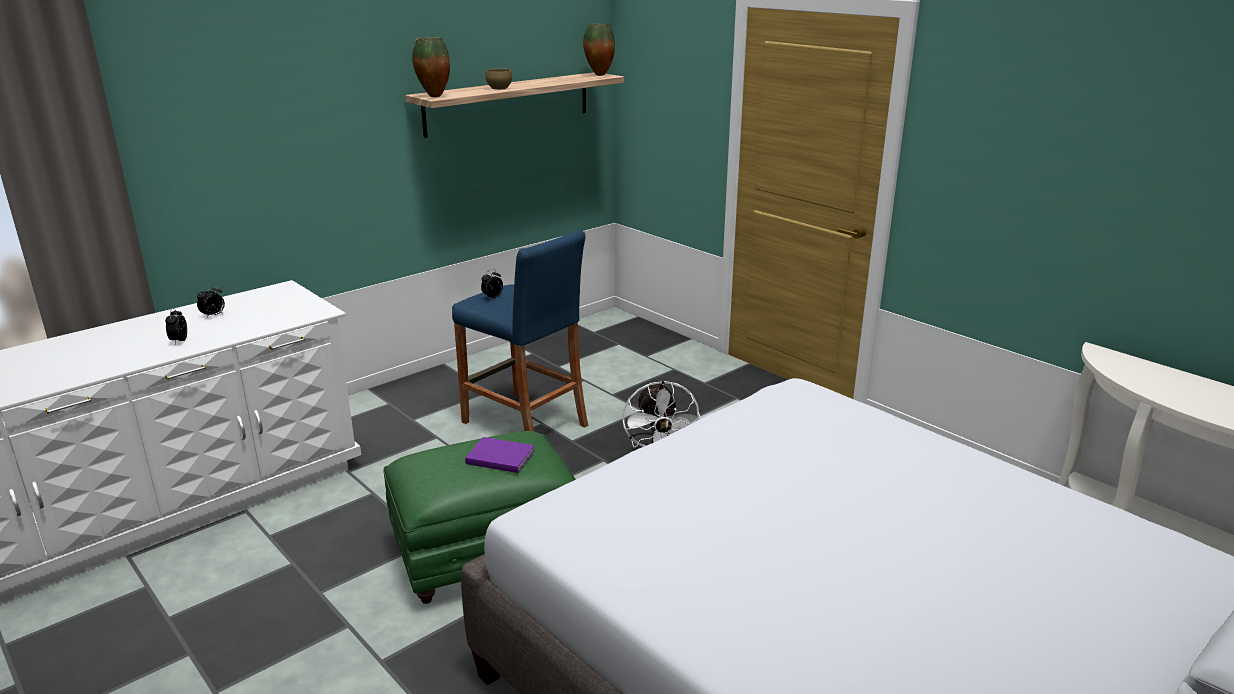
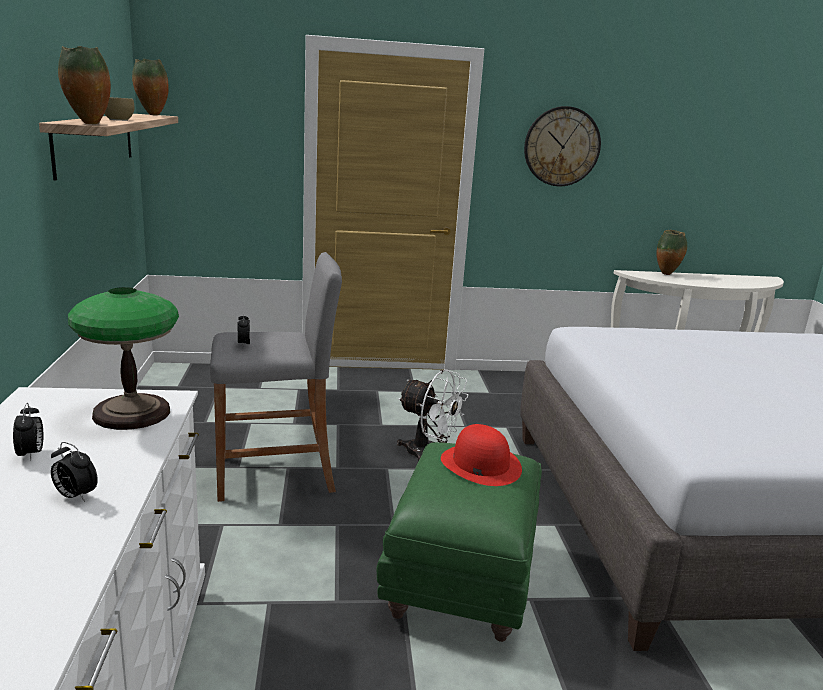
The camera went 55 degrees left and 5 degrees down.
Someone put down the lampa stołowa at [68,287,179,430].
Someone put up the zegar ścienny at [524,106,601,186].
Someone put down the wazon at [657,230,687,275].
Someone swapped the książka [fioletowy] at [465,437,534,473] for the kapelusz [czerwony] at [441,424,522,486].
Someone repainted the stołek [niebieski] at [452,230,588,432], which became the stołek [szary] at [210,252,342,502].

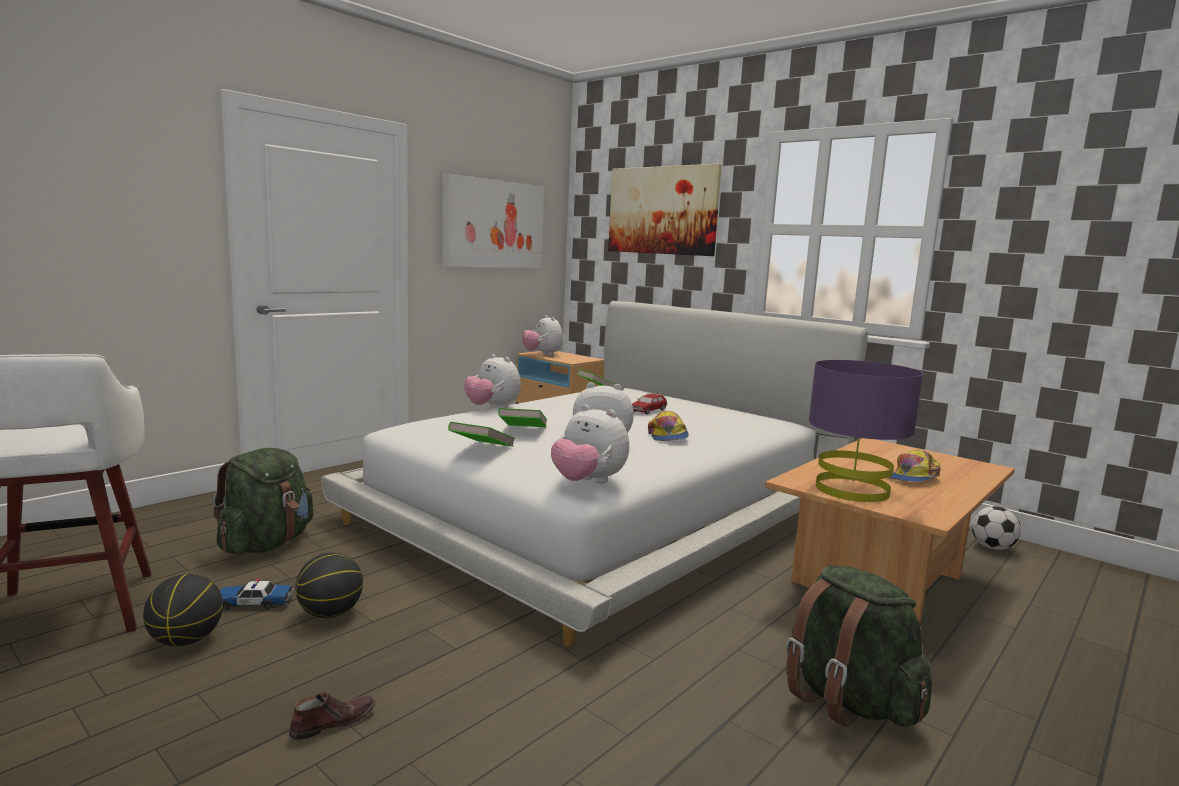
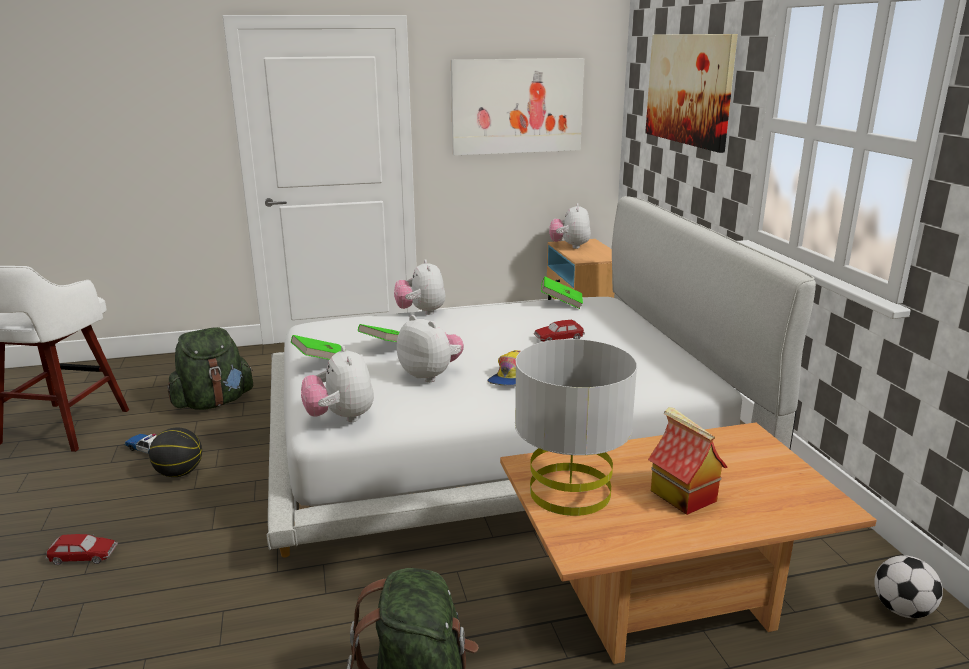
The camera went 35 degrees right and 10 degrees up.
Someone took away the piłka do koszykówki at [143,574,223,646].
Someone swapped the but [brązowy] at [289,692,376,740] for the samochodzik at [46,534,118,565].
Someone swapped the czapka z daszkiem at [889,450,941,482] for the domek at [648,407,728,515].
Someone repainted the lampa stołowa [fioletowy] at [809,360,923,502], which became the lampa stołowa [szary] at [515,339,637,516].

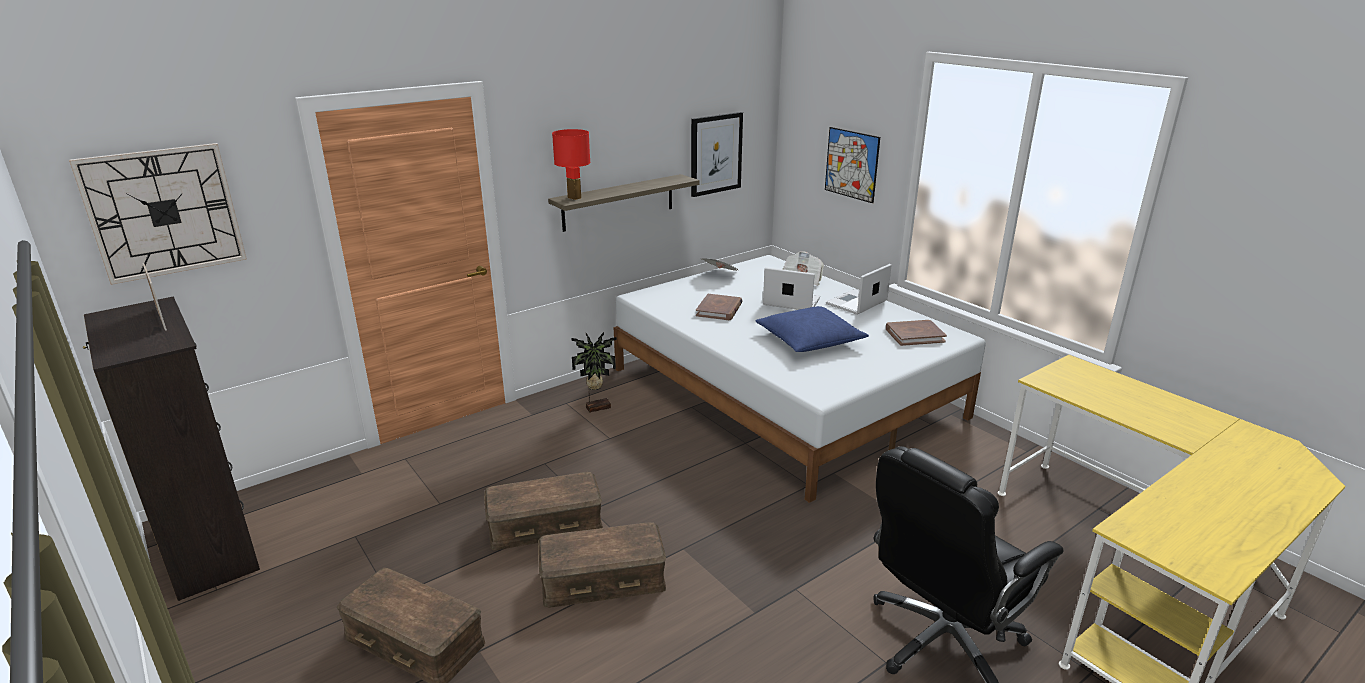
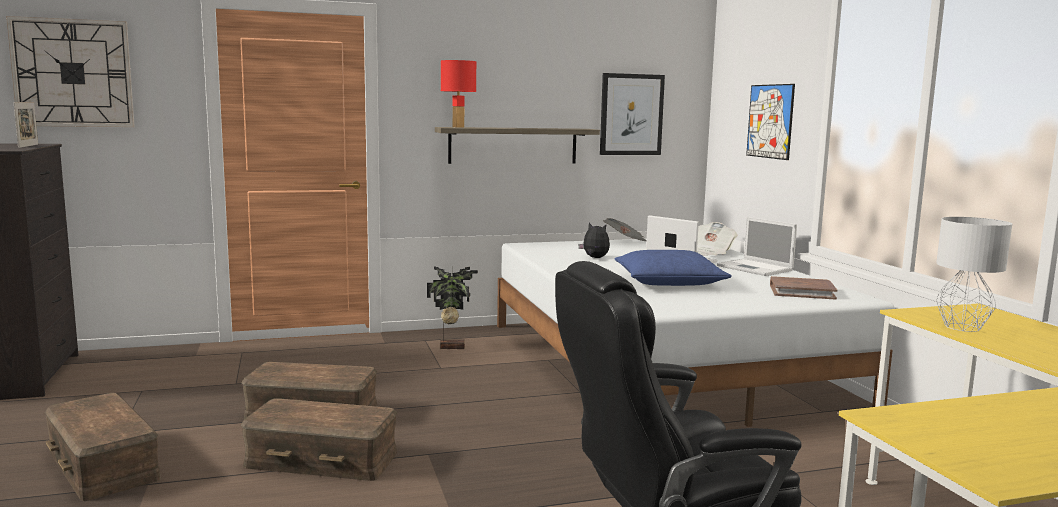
The camera went 20 degrees right and 15 degrees down.
Someone put down the lampa stołowa [szary] at [936,217,1012,332].
Someone swapped the książka [brązowy] at [696,294,743,320] for the pluszak at [578,222,610,258].
Someone rotated the laptop at [826,264,892,315] by 105 degrees counterclockwise.

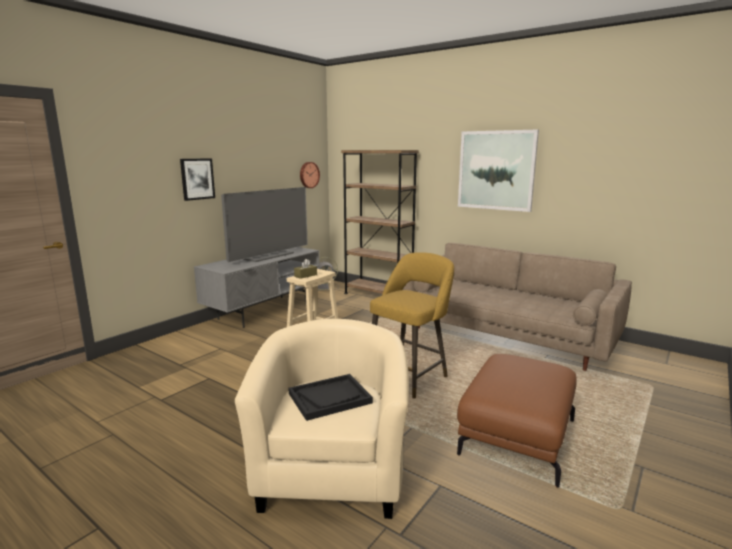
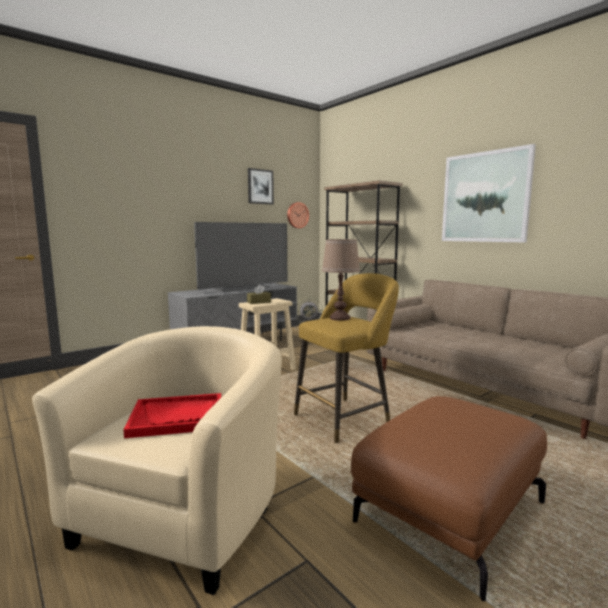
The camera went 15 degrees right and 5 degrees down.
Someone put down the lampa stołowa [brązowy] at [322,239,360,321].
Someone carried the obraz from [180,158,215,201] to [248,168,274,204].
Someone repainted the taca [czarny] at [288,374,373,421], which became the taca [czerwony] at [123,393,221,438].

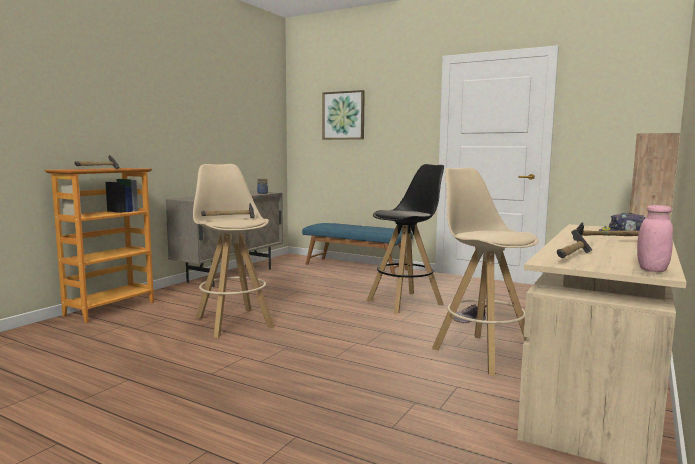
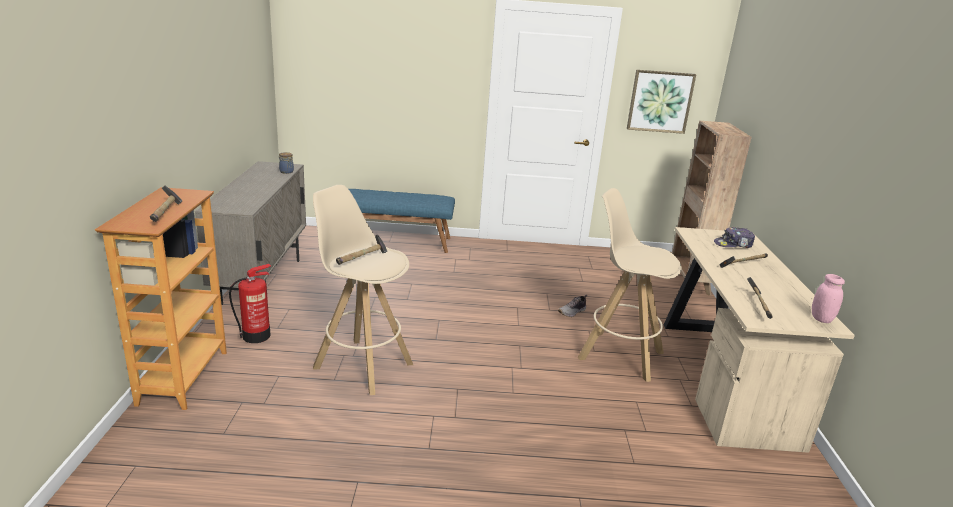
The camera went 30 degrees left and 15 degrees up.
Someone took away the stołek [czarny] at [367,164,444,314].
Someone put down the gaśnica at [229,264,271,343].
Someone carried the obraz from [322,90,365,140] to [627,70,696,134].

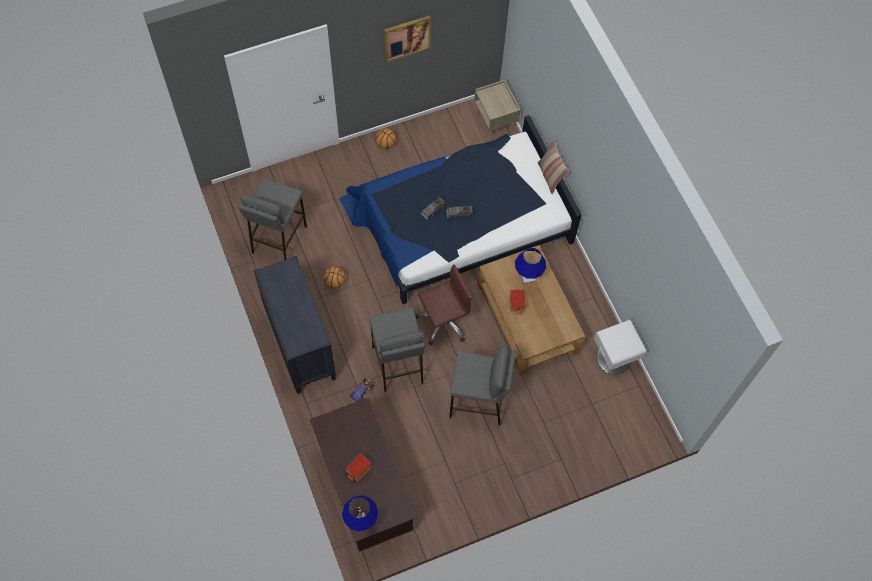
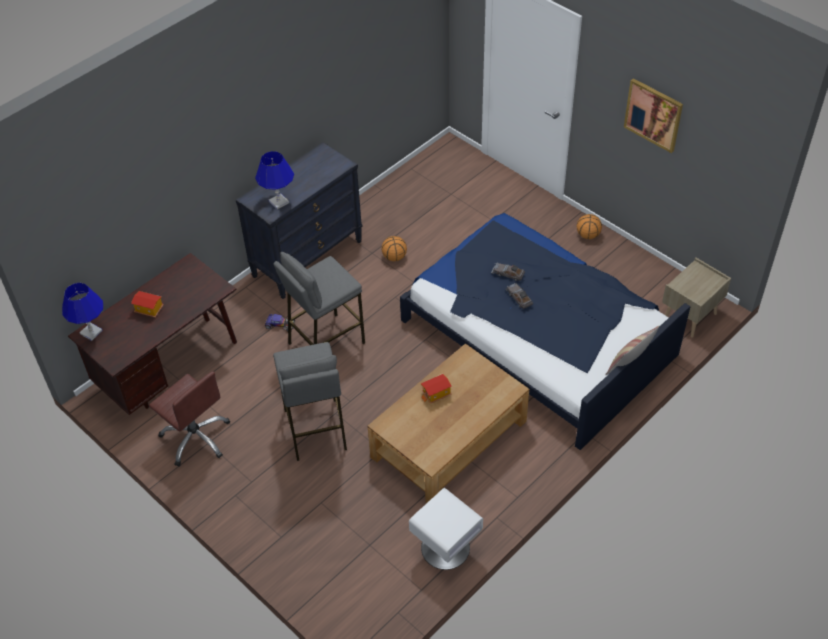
The camera went 70 degrees right and 15 degrees down.
Someone took away the stołek [szary] at [238,178,307,260].
Someone carried the krzesło biurowe [brązowy] from [415,264,472,345] to [149,371,230,467].
Someone carried the lampa stołowa [niebieski] from [515,248,546,284] to [255,151,294,209].

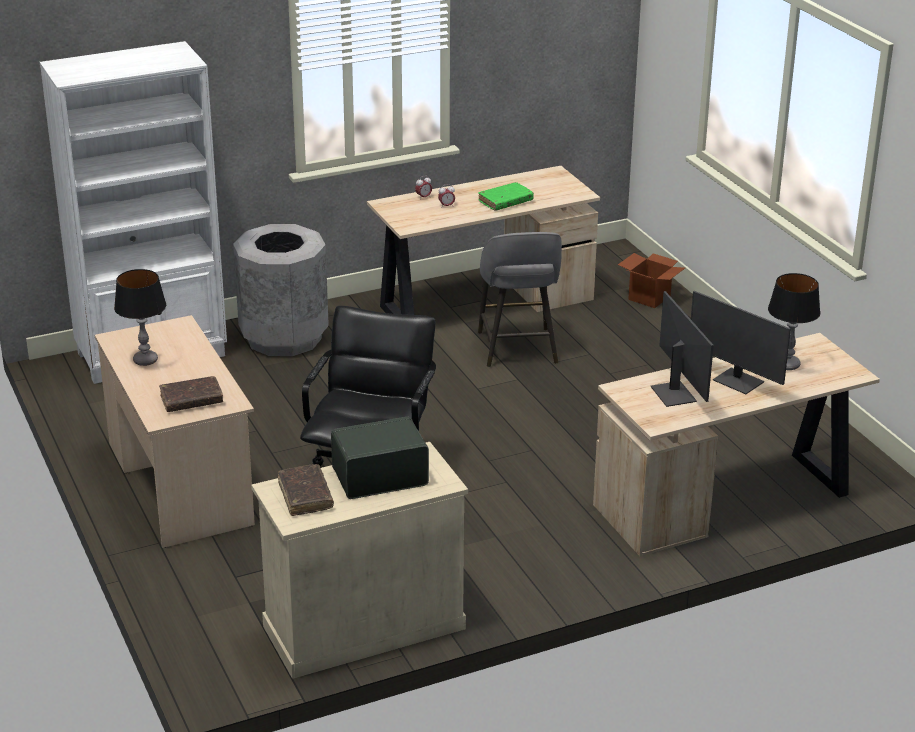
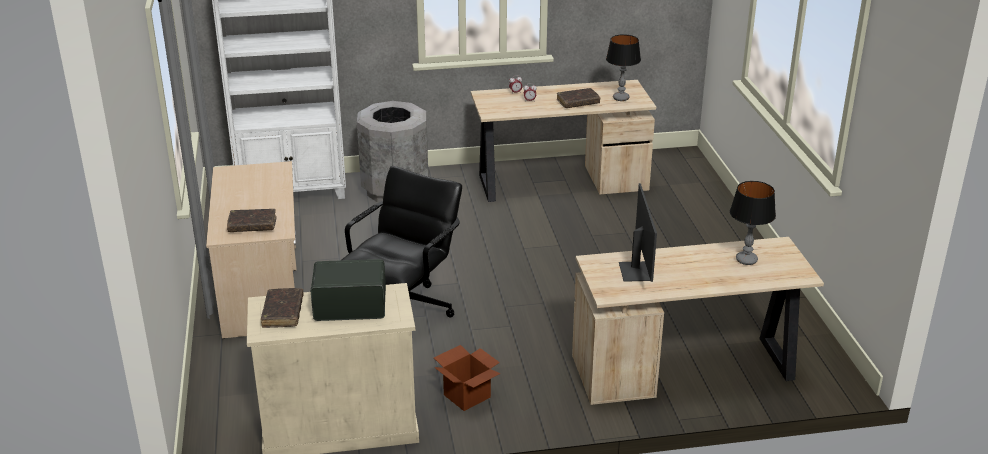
The camera went 15 degrees right and 0 degrees up.
Someone took away the stołek [szary] at [478,232,562,367].
Someone took away the monitor at [691,291,791,394].
Someone carried the lampa stołowa from [114,269,166,366] to [606,34,641,101].
Someone carried the karton from [618,253,685,308] to [434,345,501,411].
Someone repainted the książka [zielony] at [478,182,534,211], which became the książka [brązowy] at [557,88,600,108].

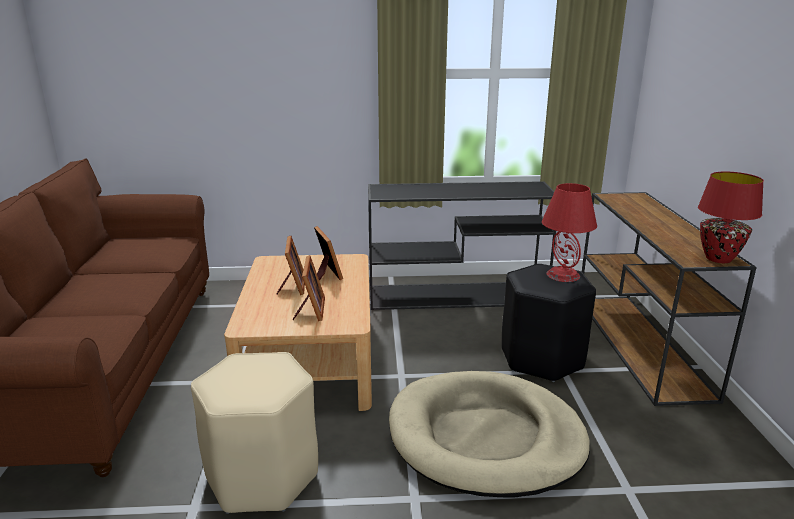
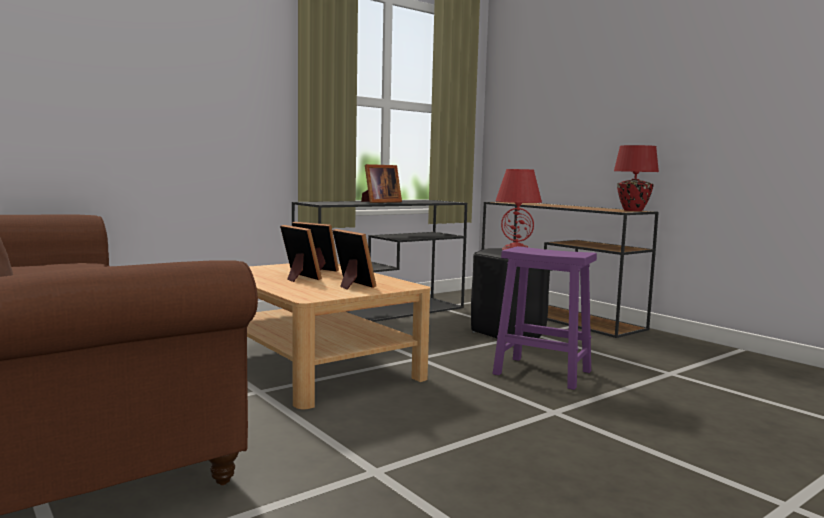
The camera went 35 degrees left and 15 degrees down.
Someone took away the stołek [beżowy] at [191,352,318,514].
Someone put down the ramka na zdjęcie at [361,164,402,203].
Someone swapped the legowisko [beżowy] at [389,371,590,498] for the stołek [fioletowy] at [492,246,597,390].

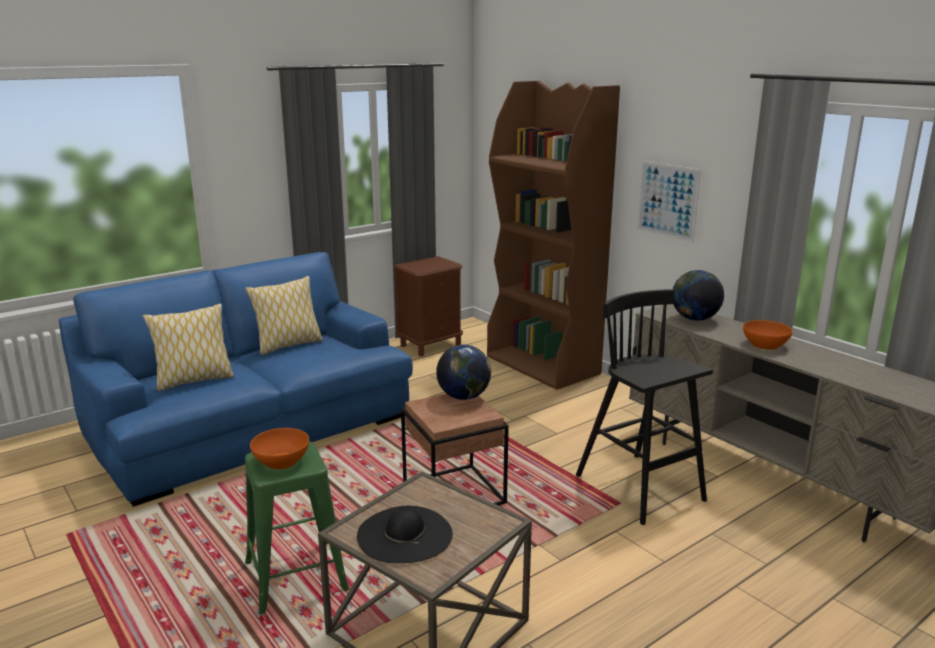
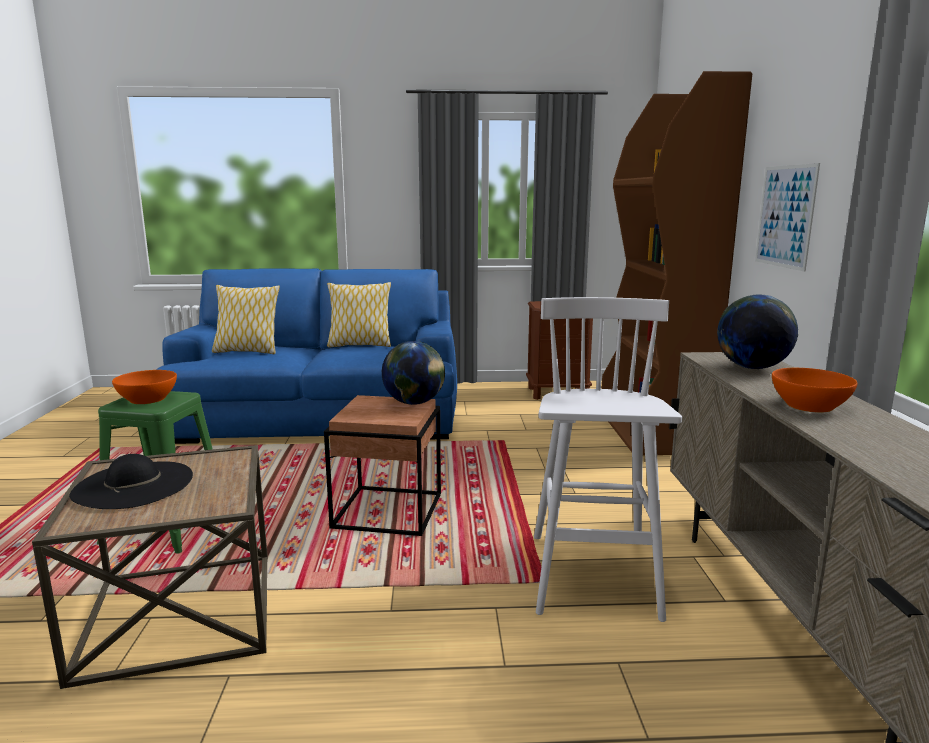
The camera went 35 degrees right and 5 degrees down.
Someone repainted the stołek [czarny] at [576,289,713,525], which became the stołek [biały] at [534,297,682,622].

